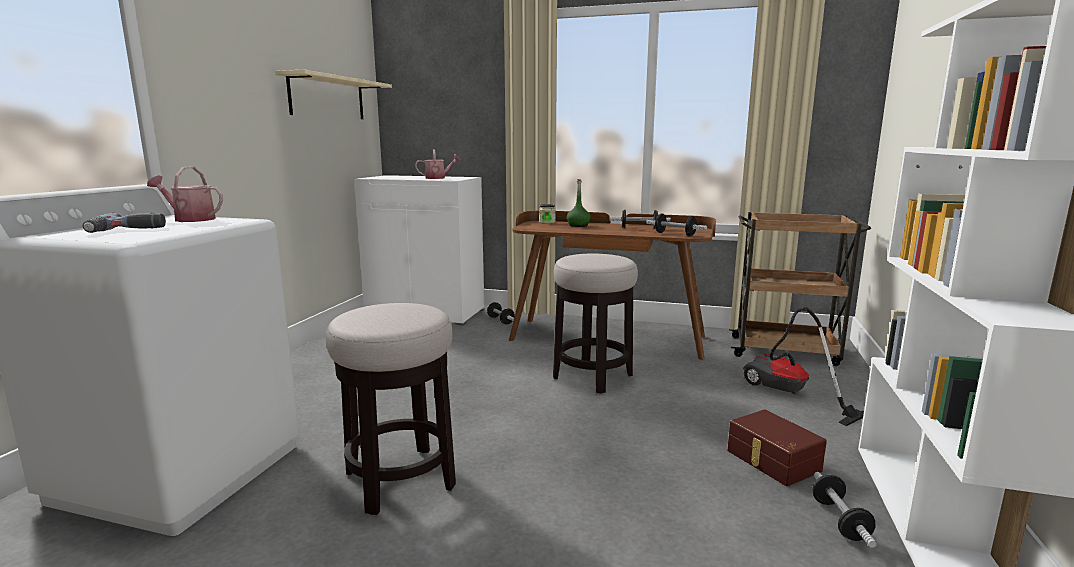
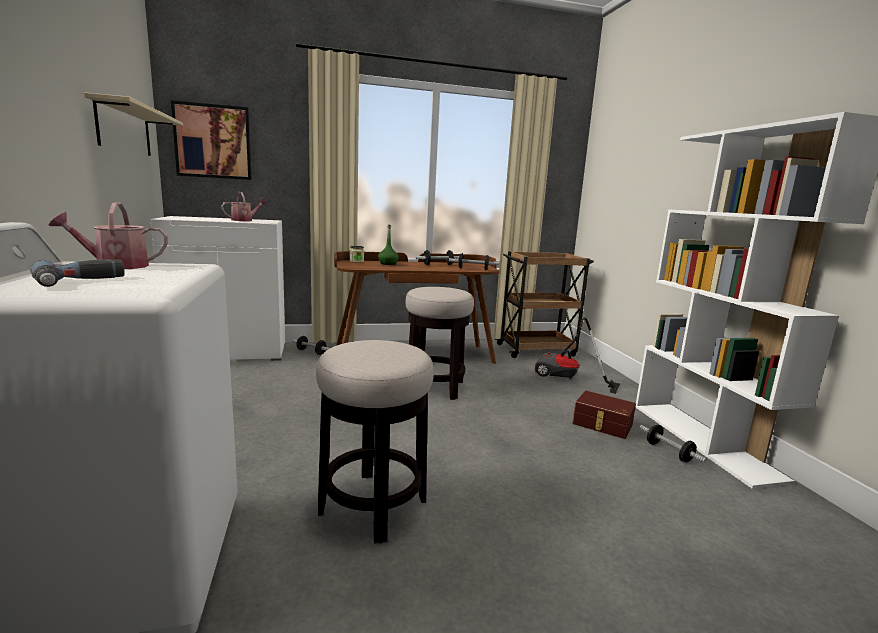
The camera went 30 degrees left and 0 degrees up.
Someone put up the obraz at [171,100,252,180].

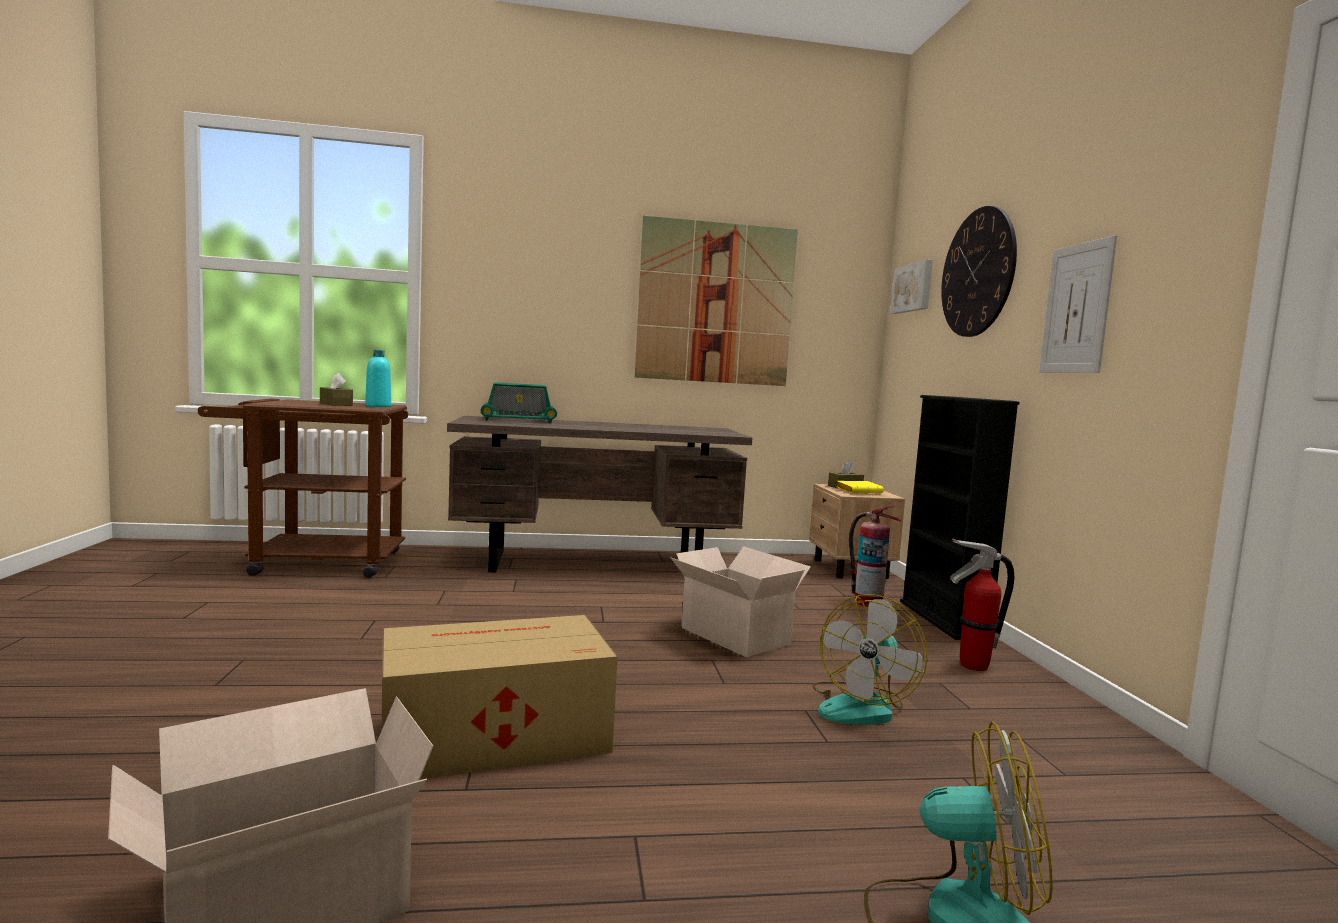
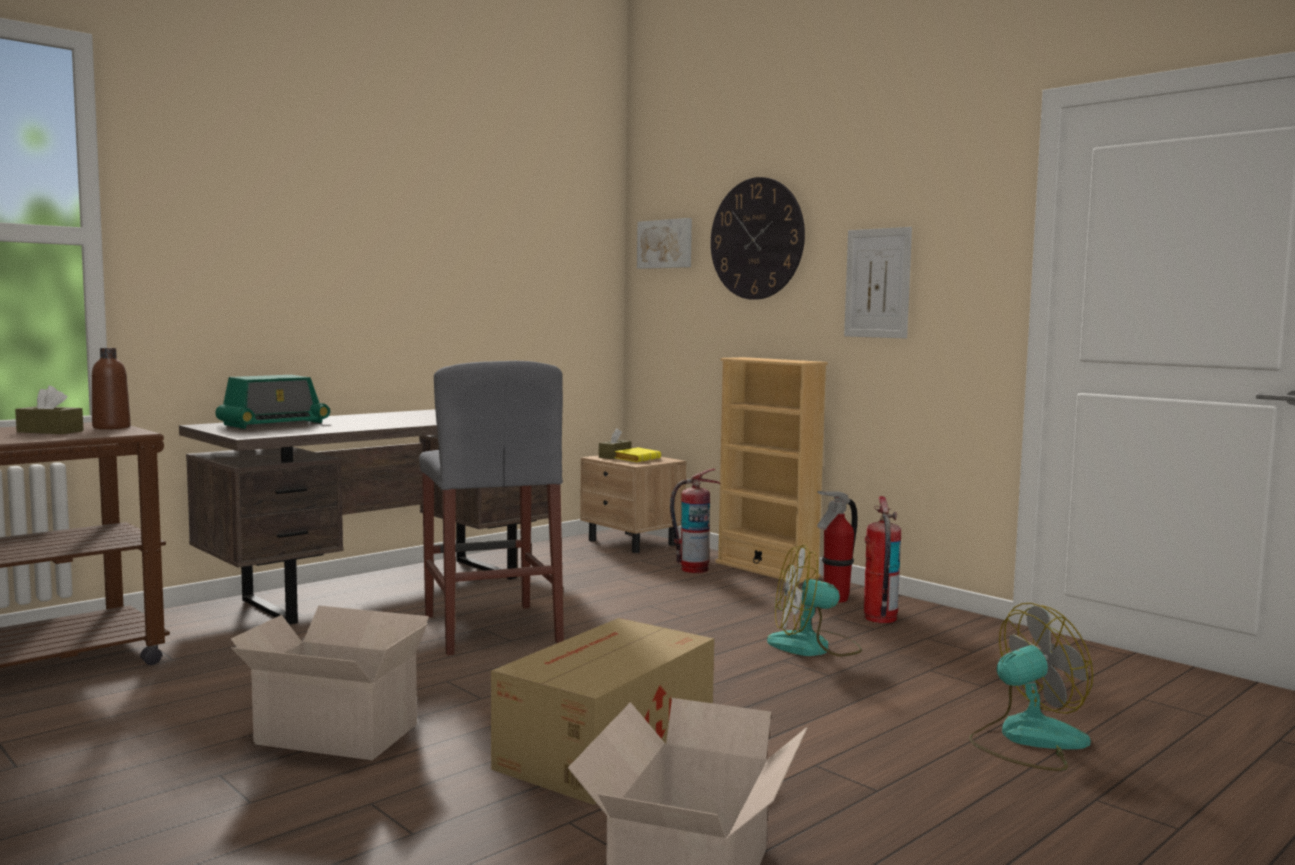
The camera went 35 degrees left and 0 degrees up.
Someone took away the obraz at [635,216,798,386].
Someone put down the stołek [szary] at [419,361,564,655].
Someone put down the gaśnica at [864,496,901,623].
Someone carried the karton from [670,546,811,657] to [231,605,429,760].
Someone repainted the butelka [turkusowy] at [365,350,391,407], which became the butelka [brązowy] at [92,348,131,429].
Someone repainted the regał [czarny] at [900,395,1019,640], which became the regał [beżowy] at [716,357,828,584].
Someone rotated the wentylator at [812,594,928,724] by 90 degrees clockwise.

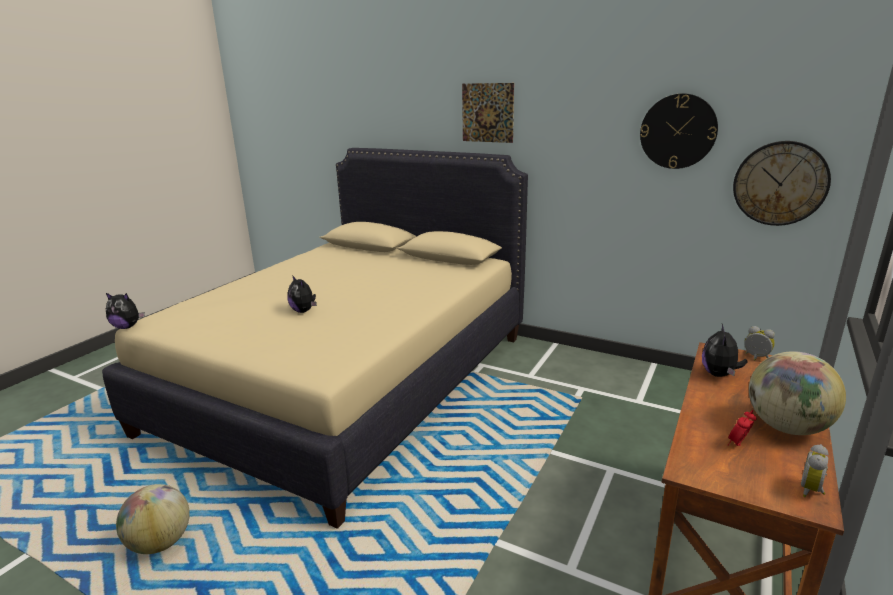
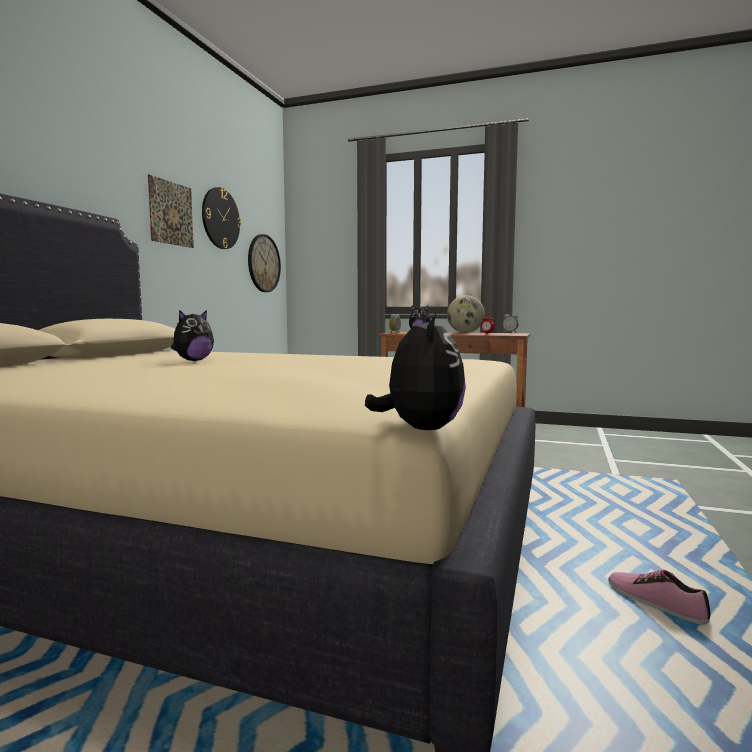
The camera went 100 degrees left and 15 degrees down.
Someone carried the pluszak from [288,275,317,313] to [171,310,214,361].
Someone carried the obraz from [462,83,514,143] to [148,174,194,248].
Someone swapped the globus at [116,484,190,554] for the but at [608,570,711,625].

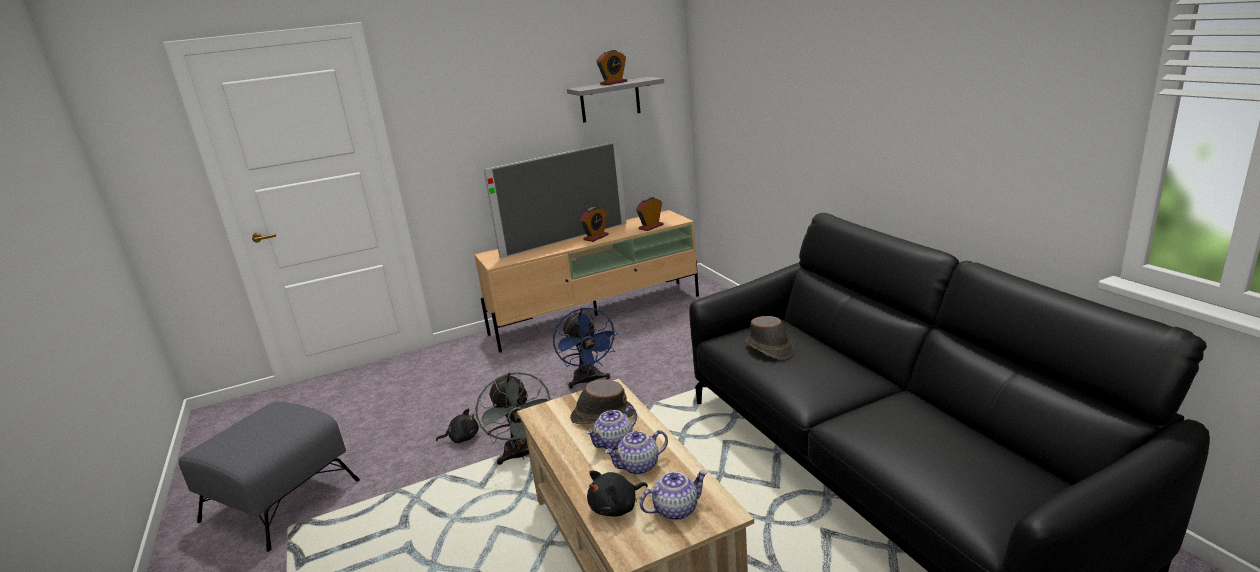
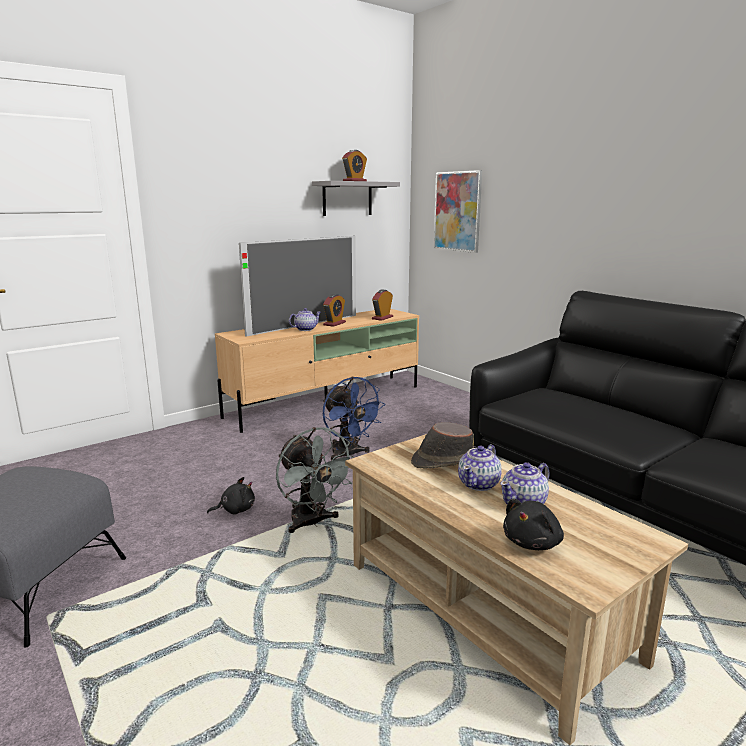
The camera went 15 degrees left and 5 degrees down.
Someone took away the kapelusz [brązowy] at [745,316,794,360].
Someone put up the obraz at [434,170,482,253].
Someone carried the imbryk from [640,470,708,520] to [289,308,321,331].

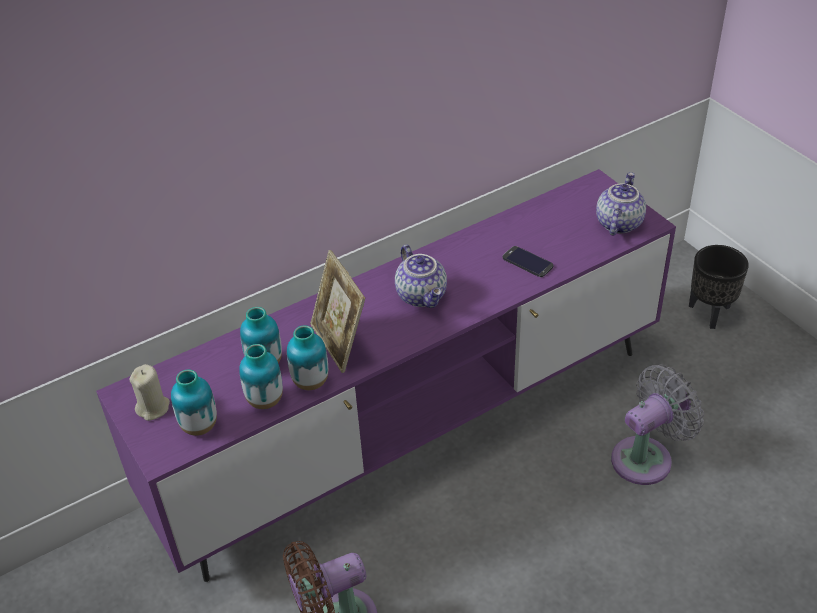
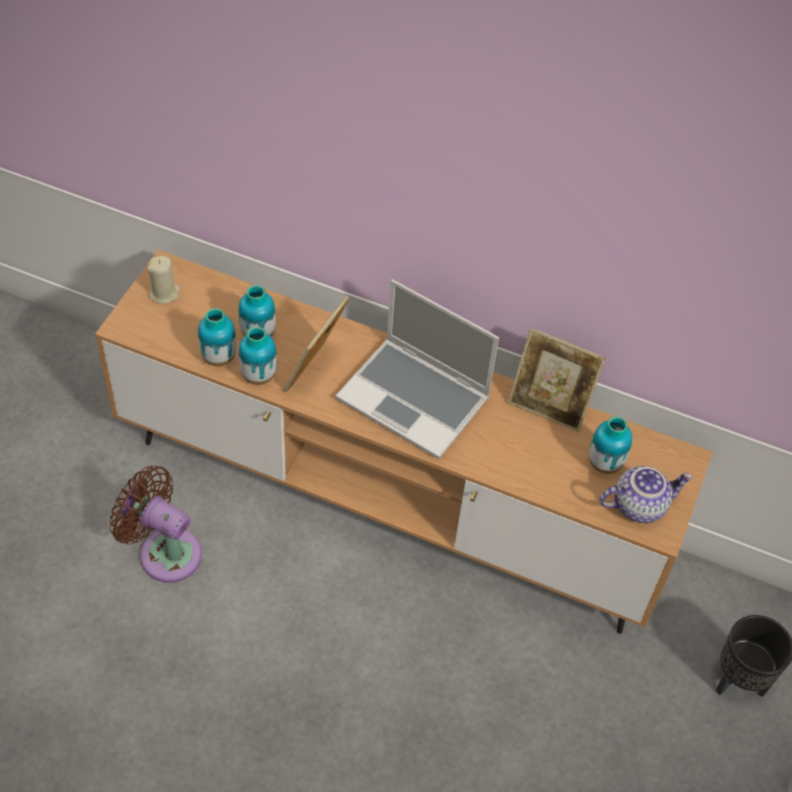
The camera went 50 degrees right and 10 degrees up.
Someone took away the telefon at [503,246,553,277].
Someone took away the wentylator [szary] at [611,364,704,485].
Someone put down the ramka na zdjęcie at [508,328,606,432].
Someone carried the wazon from [171,370,217,436] to [589,416,632,474].
Someone swapped the imbryk at [395,244,447,308] for the laptop at [336,279,499,459].
Someone repainted the szafka pod telewizor [fioletowy] at [96,169,676,582], which became the szafka pod telewizor [brązowy] at [95,250,713,634].

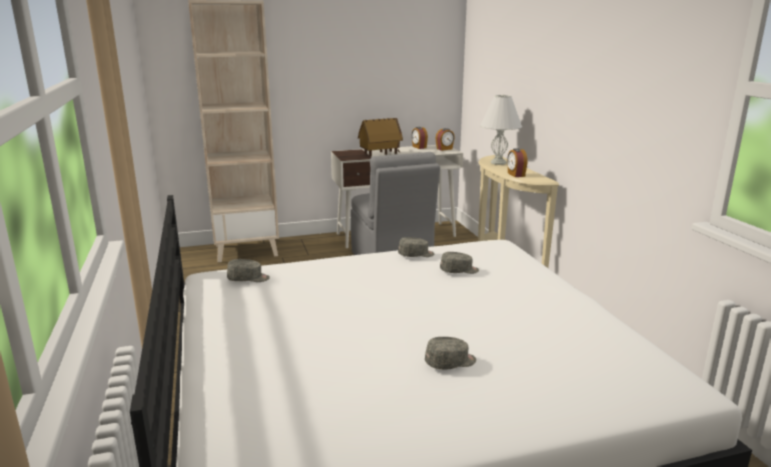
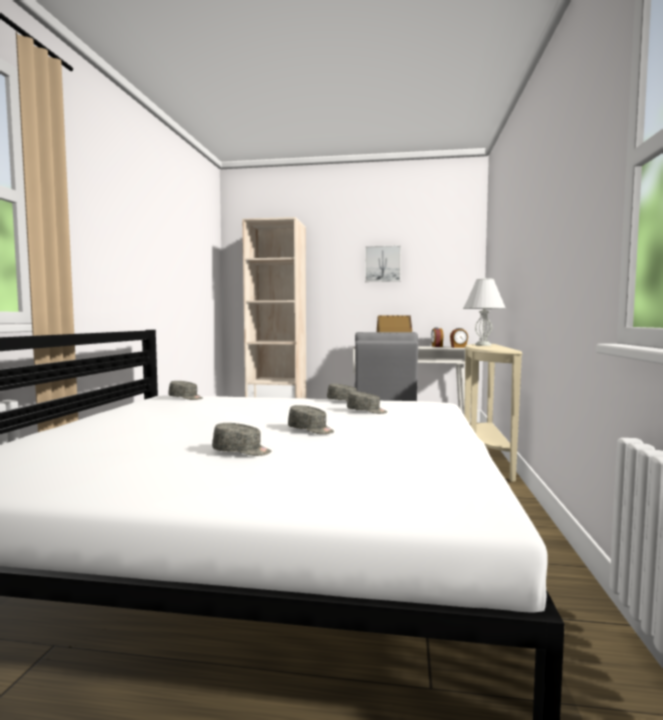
The camera went 25 degrees right and 15 degrees down.
Someone took away the budzik at [507,148,527,177].
Someone put down the czapka z daszkiem [szary] at [288,405,334,434].
Someone put up the obraz at [365,245,401,282].

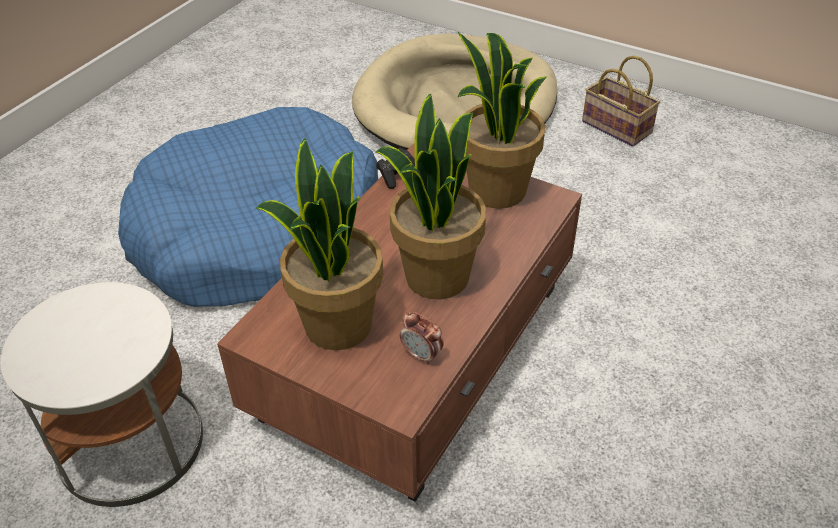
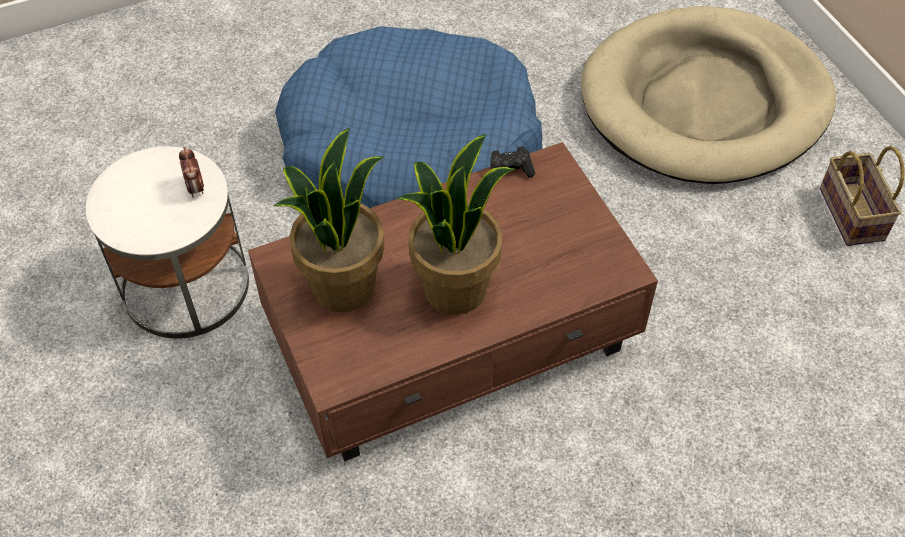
The camera went 35 degrees right and 10 degrees up.
Someone took away the roślina doniczkowa at [457,32,546,209].
Someone carried the budzik from [400,312,444,365] to [179,147,204,198].

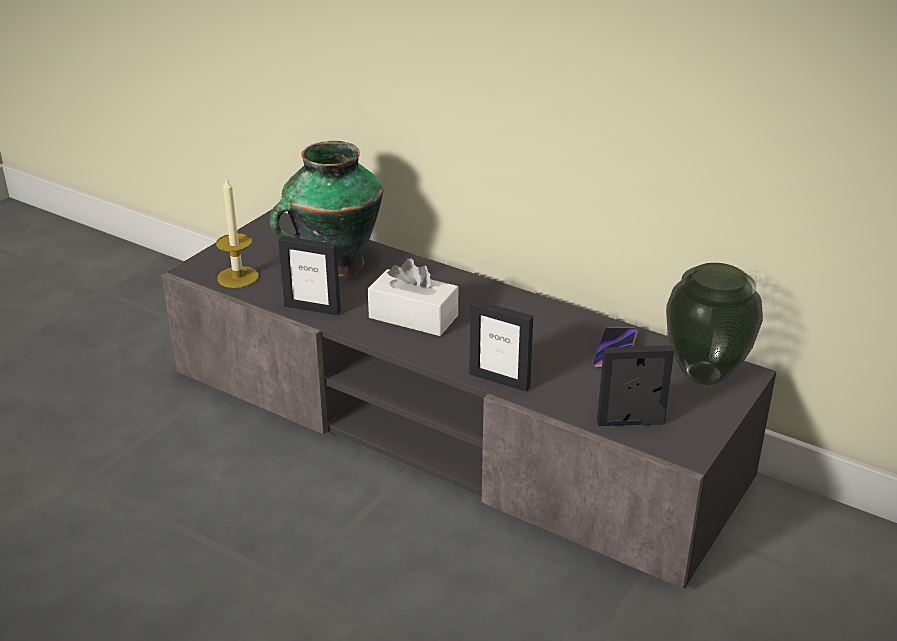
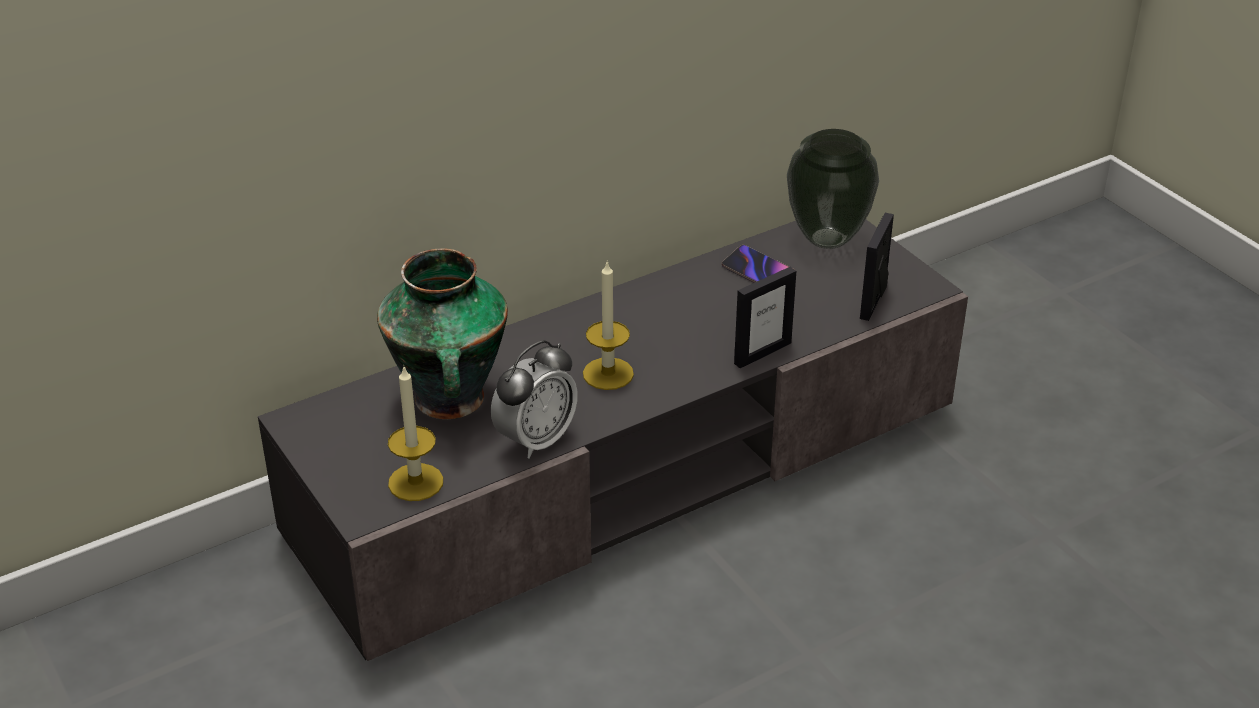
The camera went 65 degrees left and 5 degrees up.
Someone swapped the ramka na zdjęcie at [278,236,341,315] for the budzik at [491,340,578,459].
Someone swapped the pudełko chusteczek [biały] at [368,259,458,336] for the świeca at [583,262,634,390].

